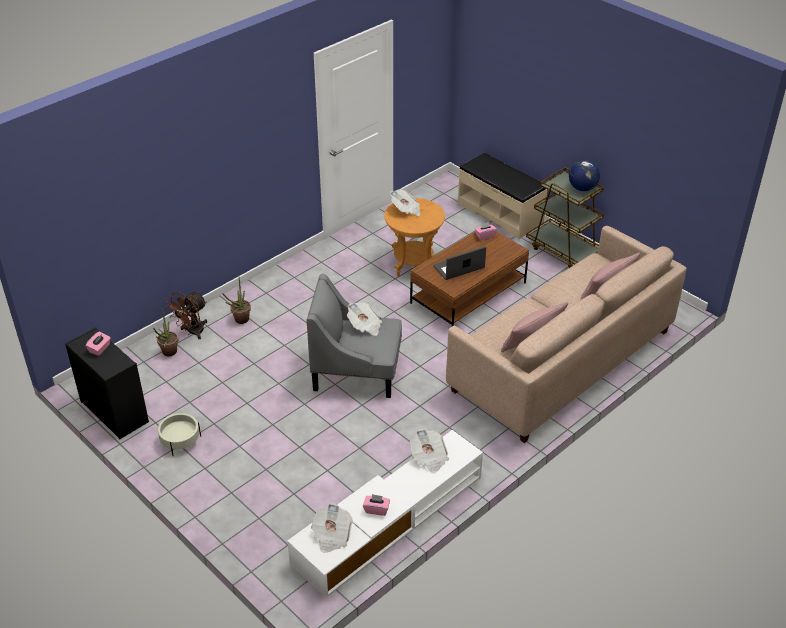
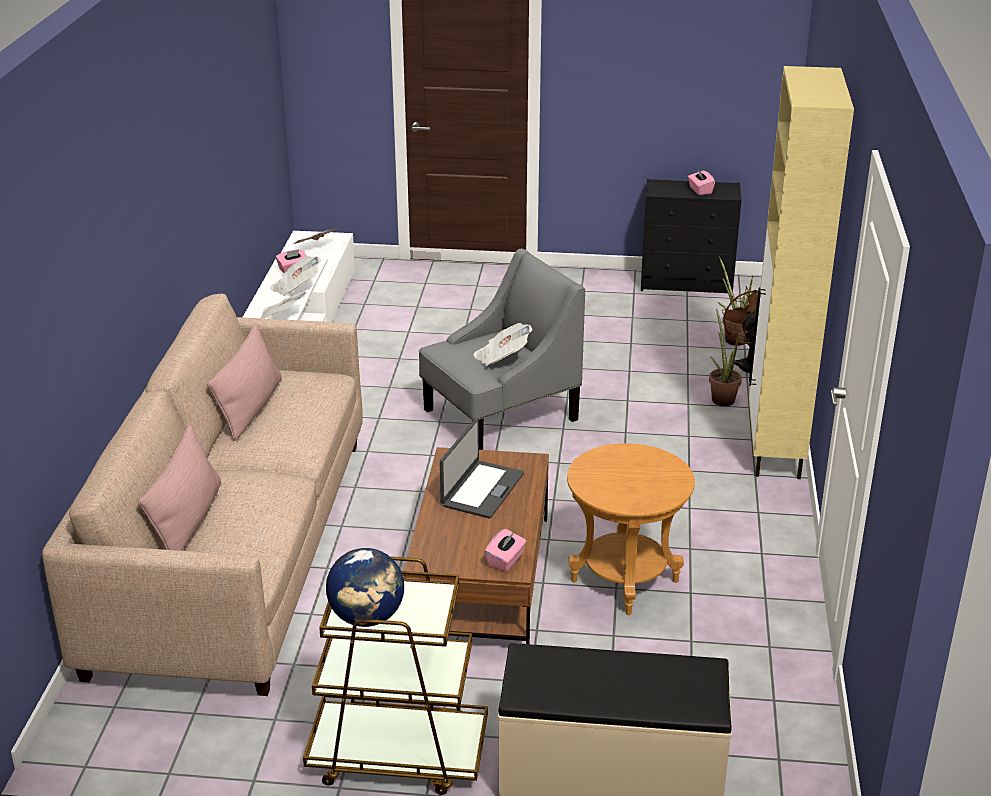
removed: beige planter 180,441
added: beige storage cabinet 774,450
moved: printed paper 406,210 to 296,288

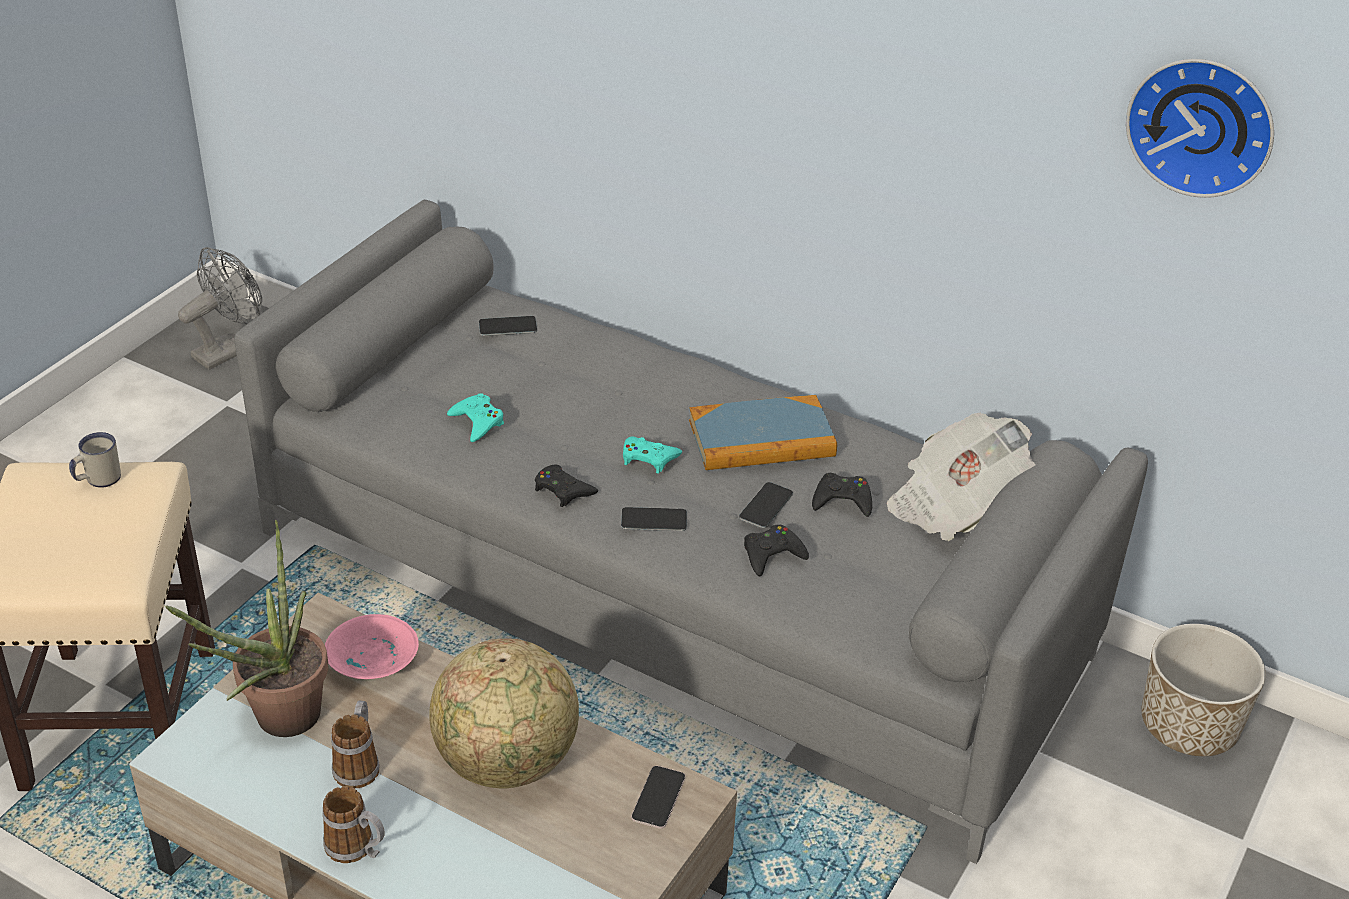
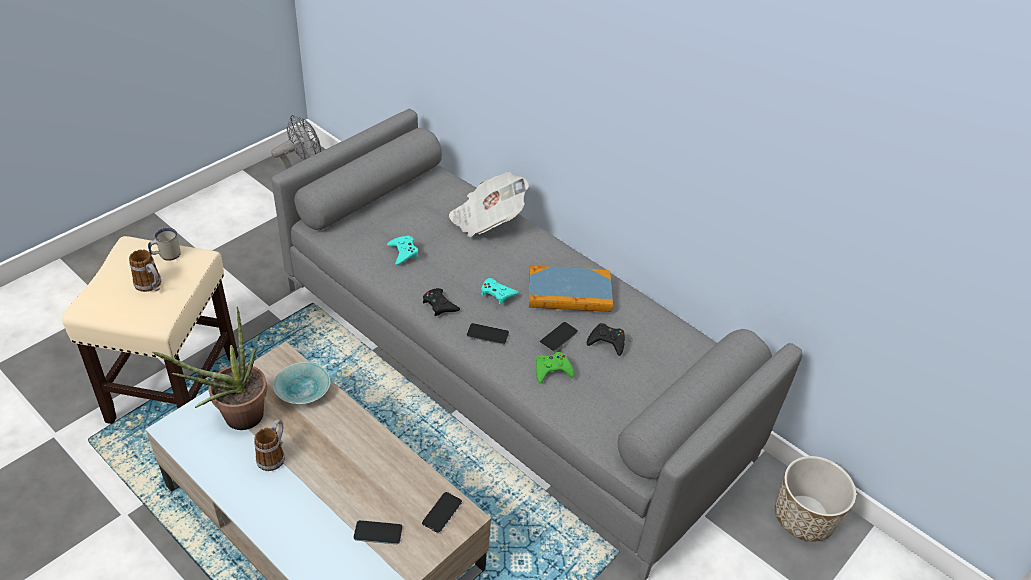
removed: desk globe 507,762; clock on the wall 1202,124
moved: mug 357,849 to 151,286; handset 508,327 to 378,532; printed paper 955,504 to 487,220
recoloured: pink serving bowl 370,660 to turquoise-coloured serving bowl 301,390; blackish game controller 772,555 to green-coloured game controller 552,370

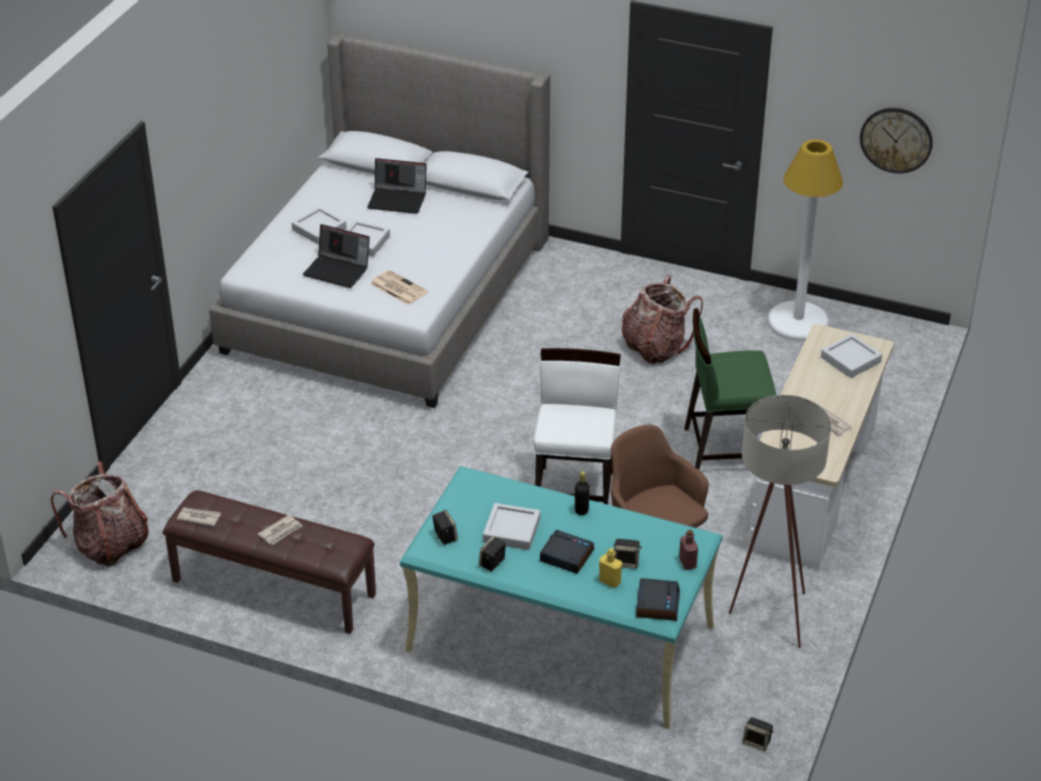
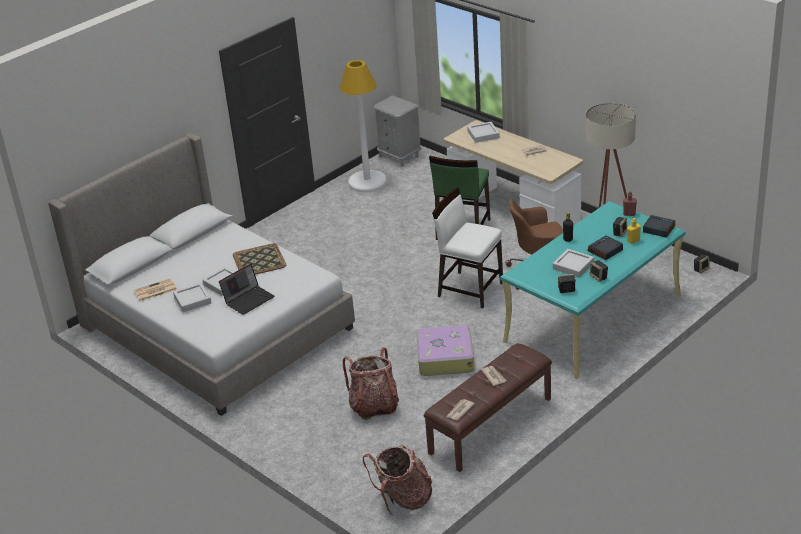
removed: notebook computer 398,200; clock on the wall 896,139
added: serving tray 260,260; grey nightstand 399,156; piece of luggage 444,358
moved: printed paper 397,288 to 155,291; rucksack 655,347 to 374,406

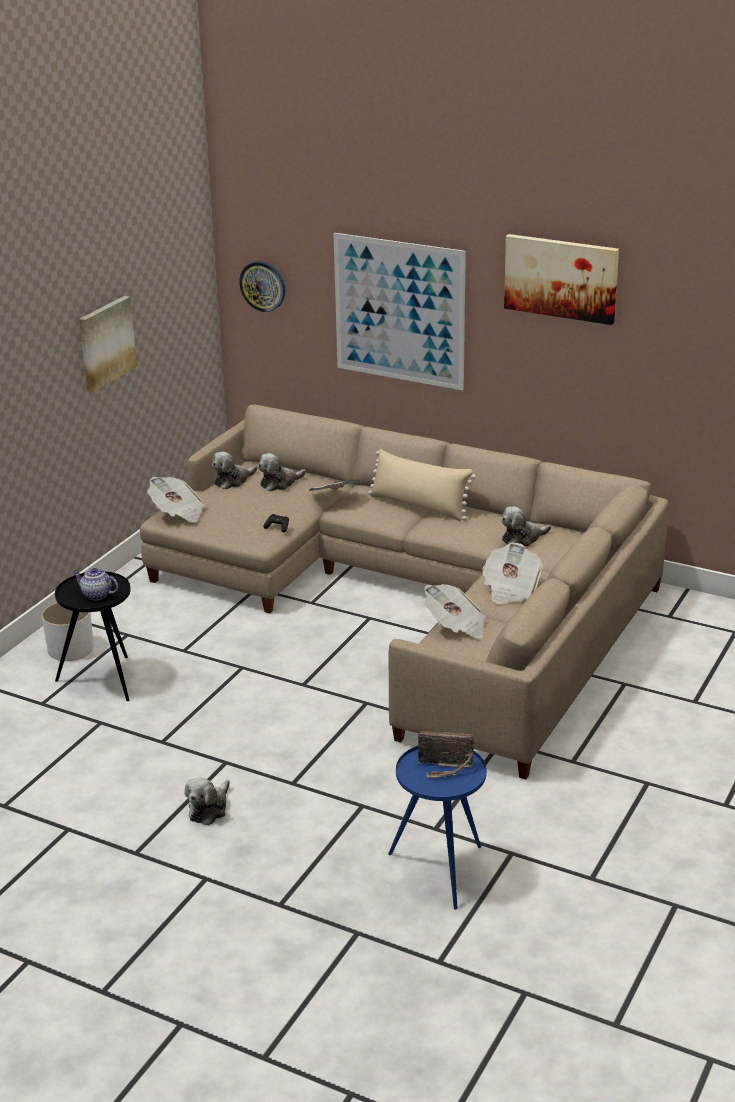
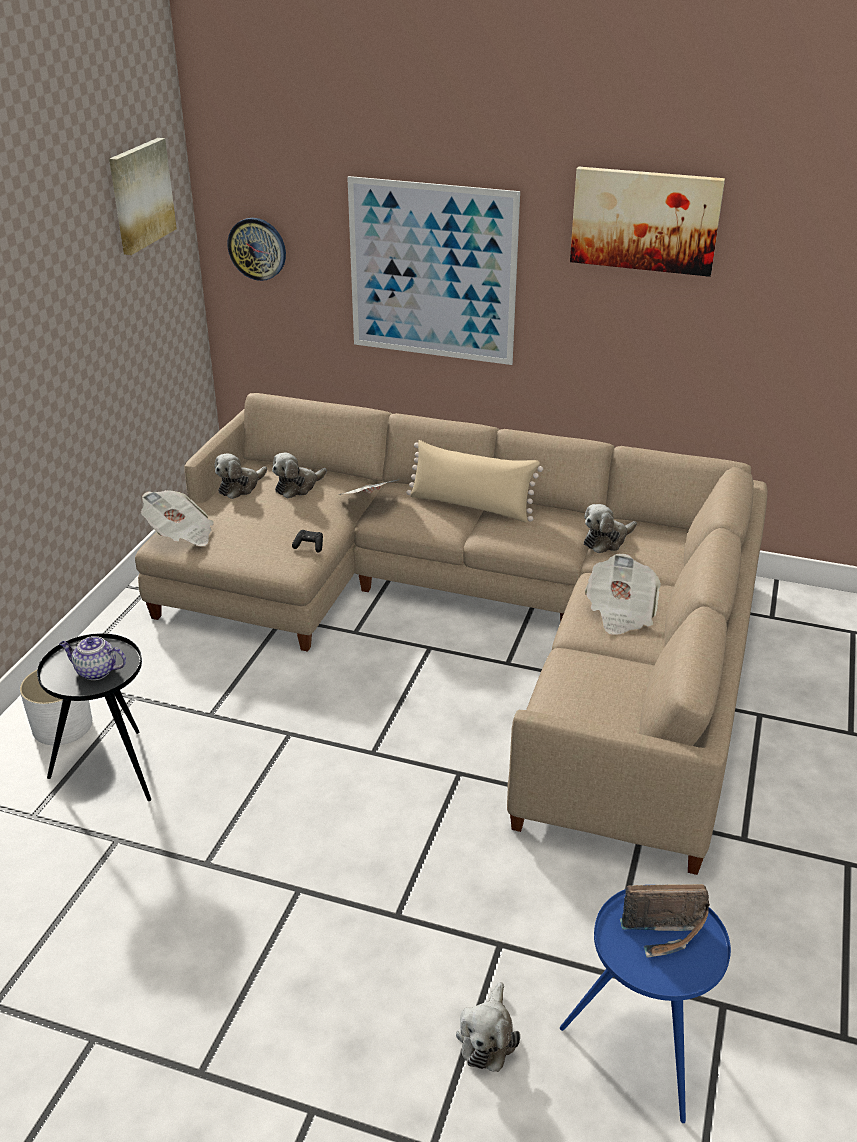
removed: printed paper 455,626
moved: picture 106,342 to 140,195; cuddly toy 209,808 to 487,1037

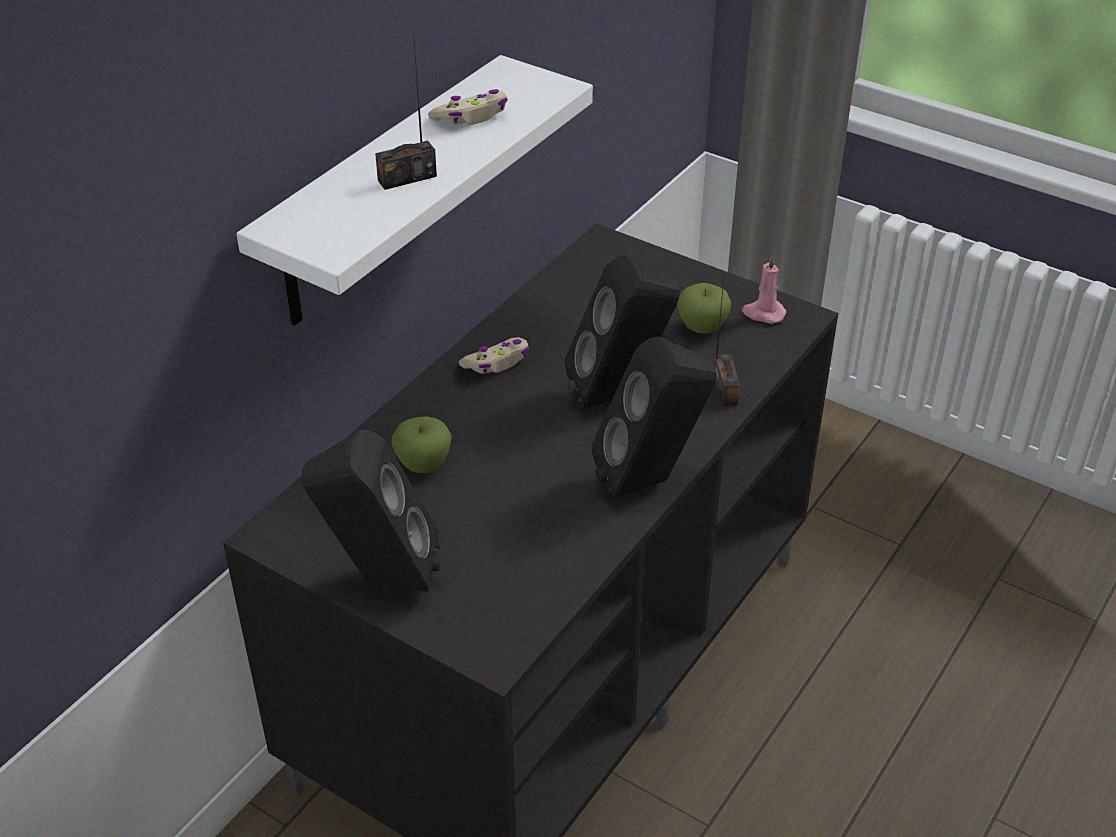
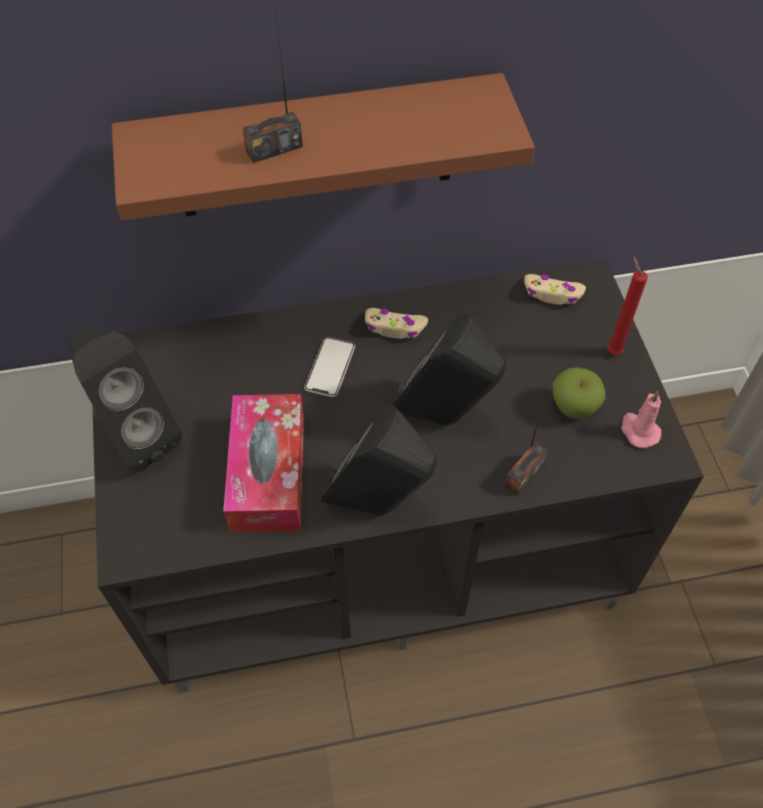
removed: apple 423,465
added: tissue holder 268,473; handset 330,368; reddish candle 612,350
moved: beige game controller 471,117 to 552,294
recoloured: white-coloured wall shelf 384,194 to brown wall shelf 315,148
turned: radio receiver 407,178 = 274,149 45 degrees counterclockwise

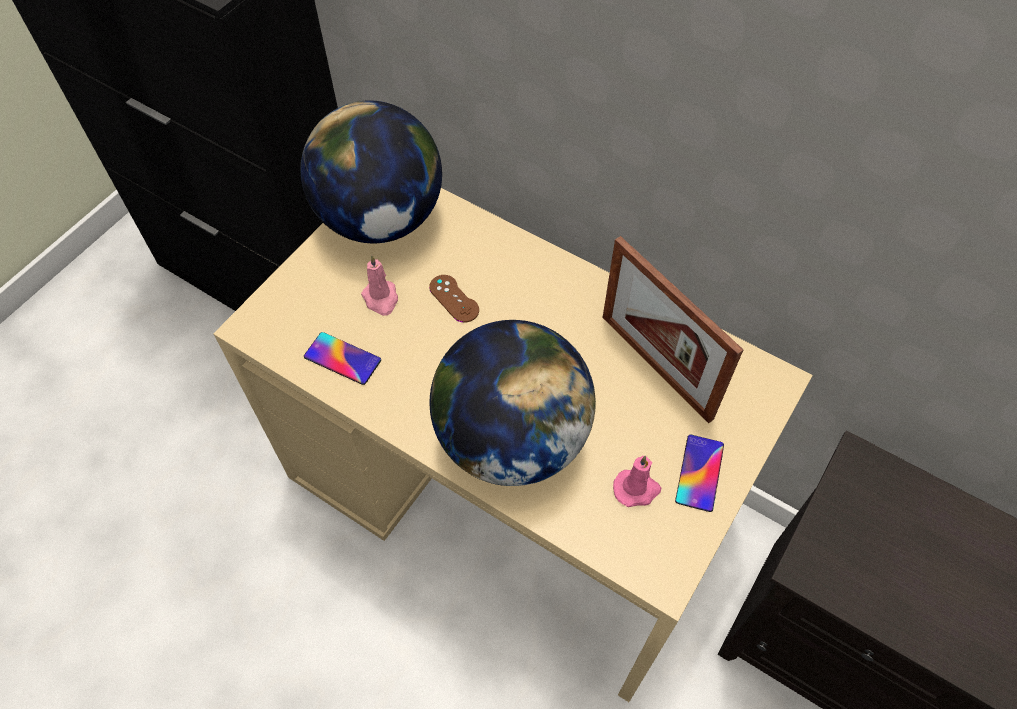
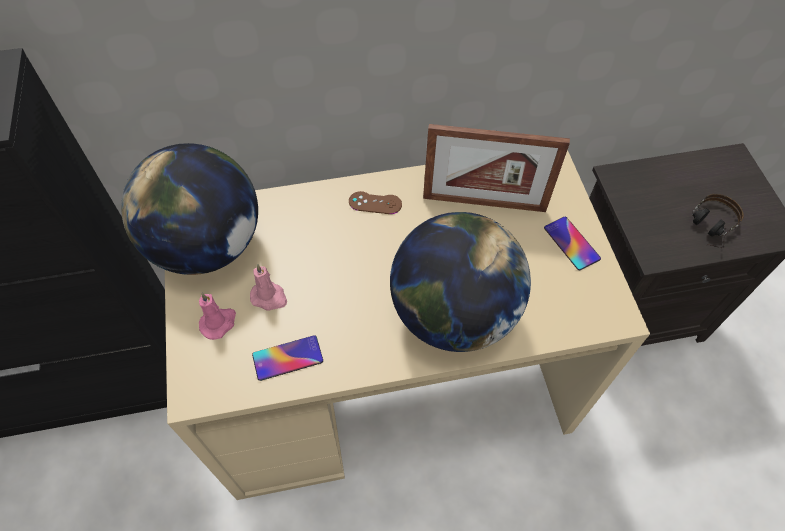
added: pair of headphones 708,229
moved: brown game controller 454,298 to 375,203; pink candle 637,489 to 219,323

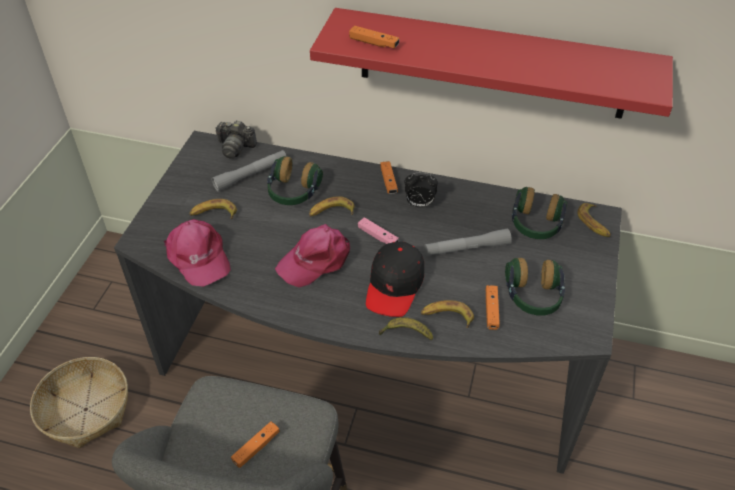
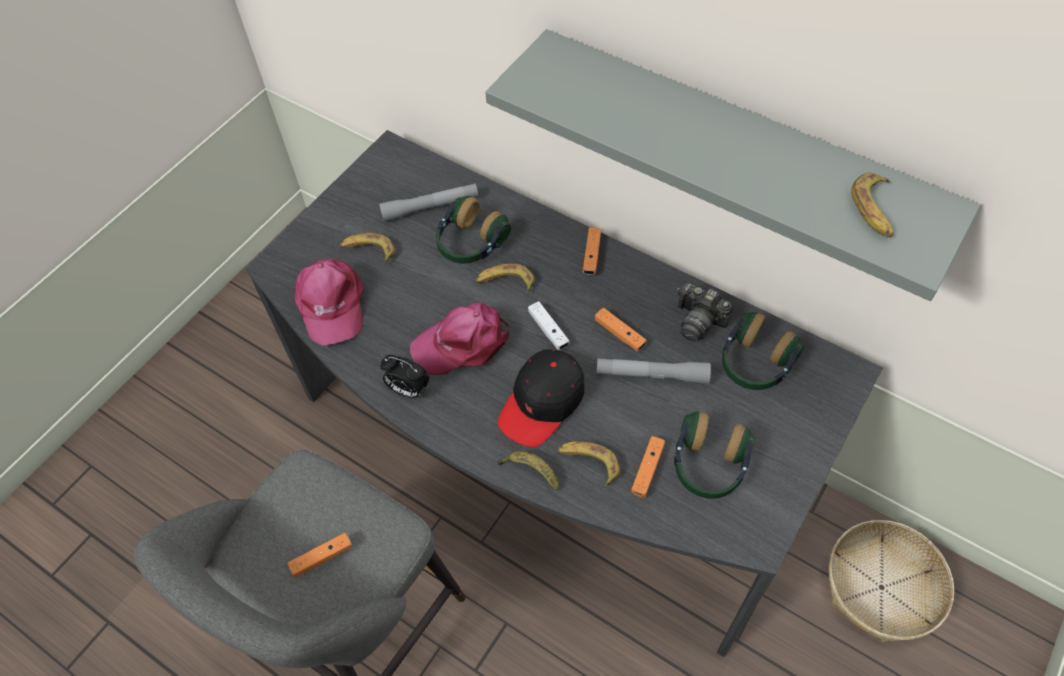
moved: household basket 86,409 to 881,587; photo camera 235,147 to 698,320; orange game controller 374,43 to 619,334; bedside clock 419,204 to 408,390; banana fruit 594,223 to 874,210
recoloured: reddish wall shelf 492,64 to grey wall shelf 736,148; pink game controller 377,236 to white-coloured game controller 548,330

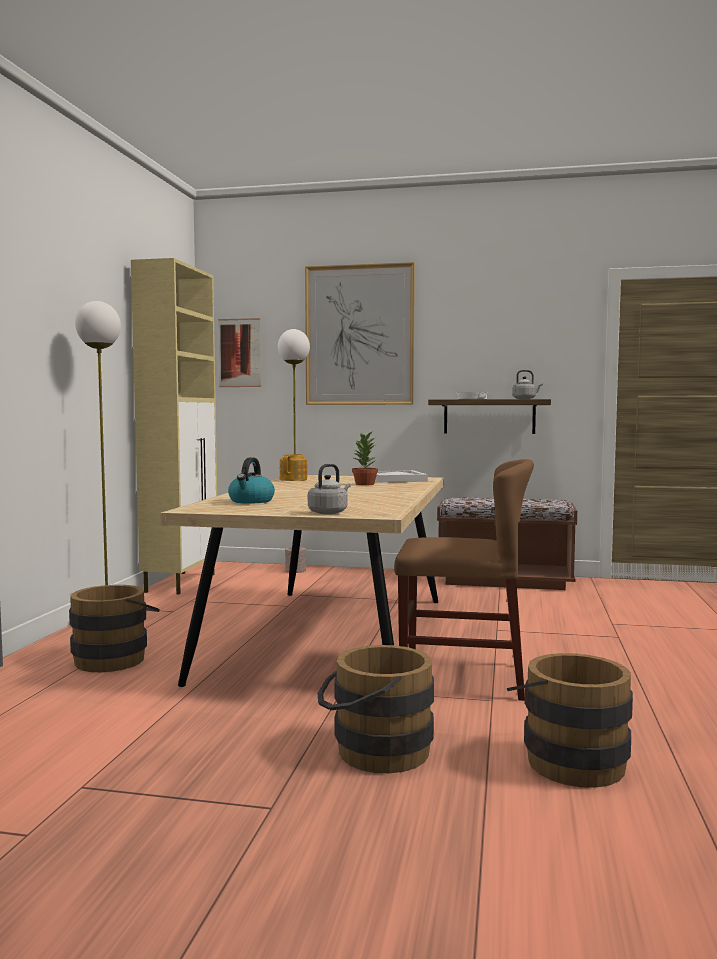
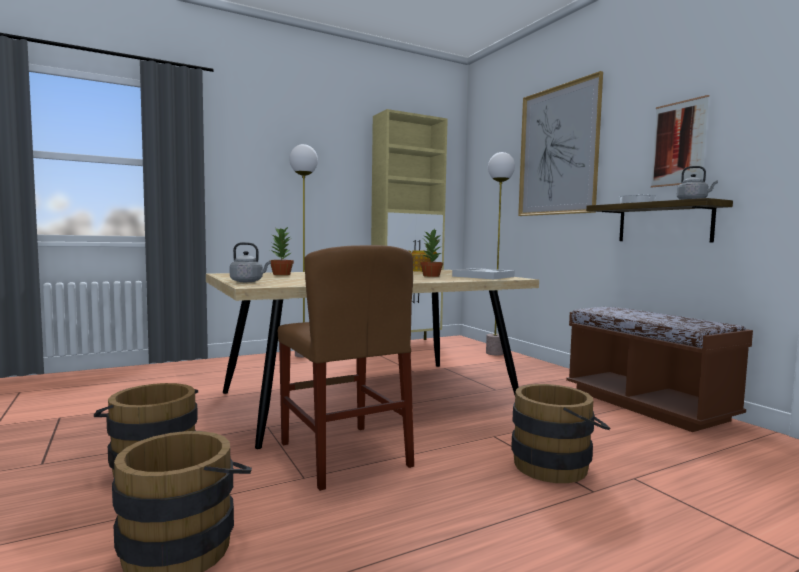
moved: brown pail 115,658 to 557,465; picture 239,353 to 679,143
replaced: tea kettle 251,501 to potted plant 281,274

